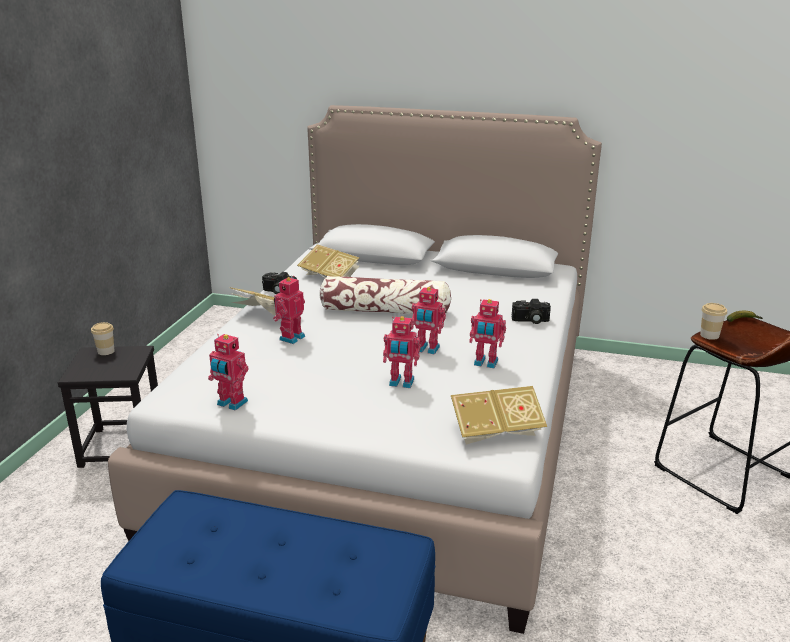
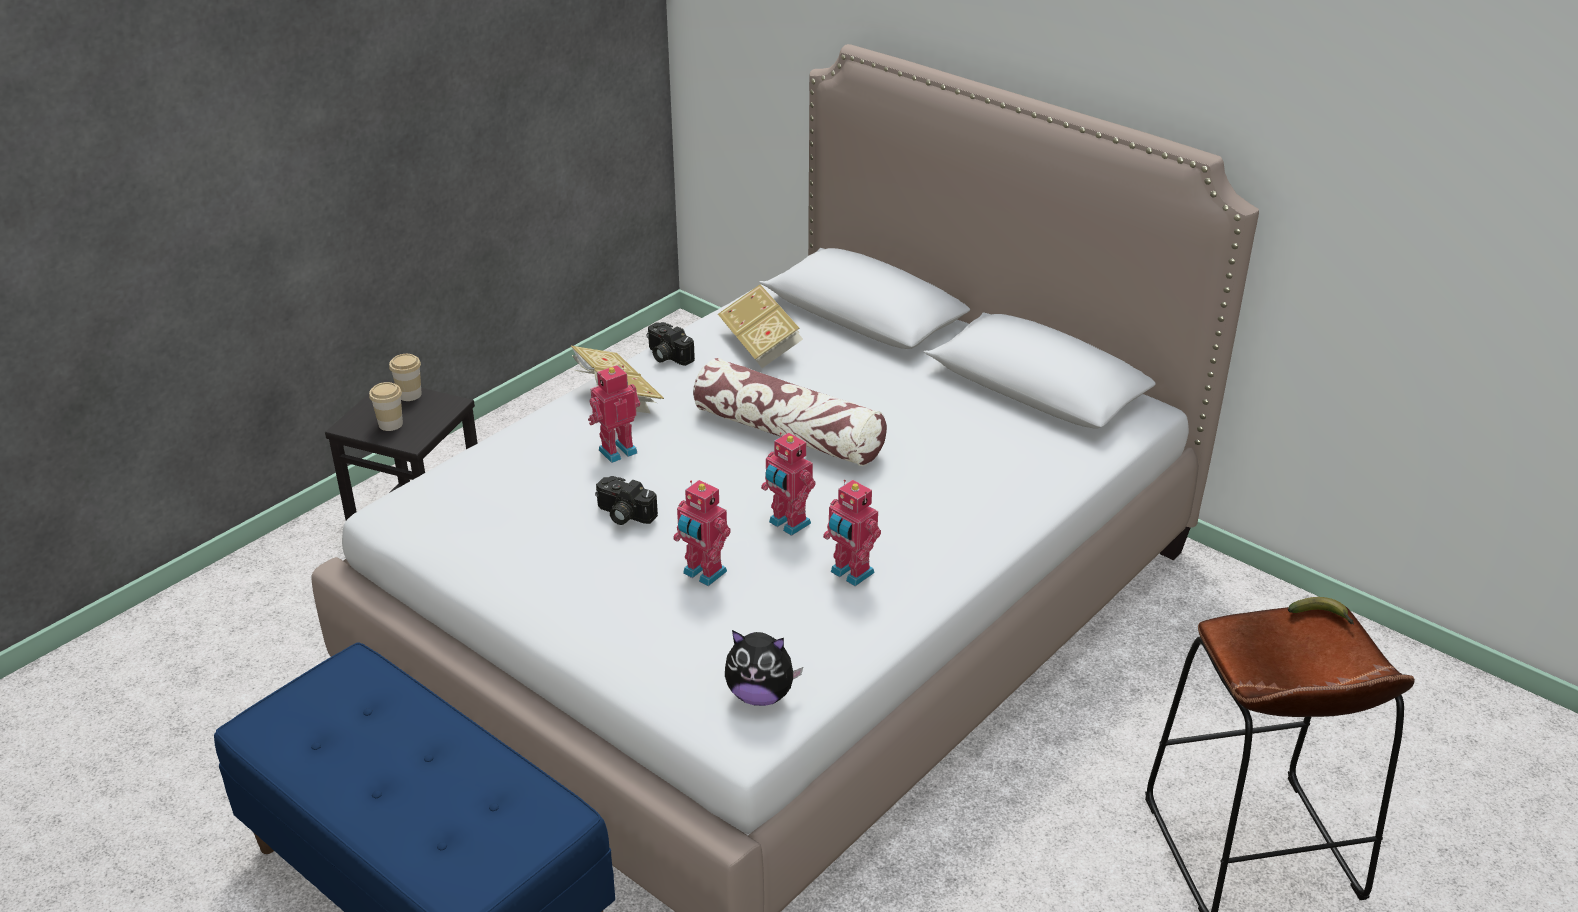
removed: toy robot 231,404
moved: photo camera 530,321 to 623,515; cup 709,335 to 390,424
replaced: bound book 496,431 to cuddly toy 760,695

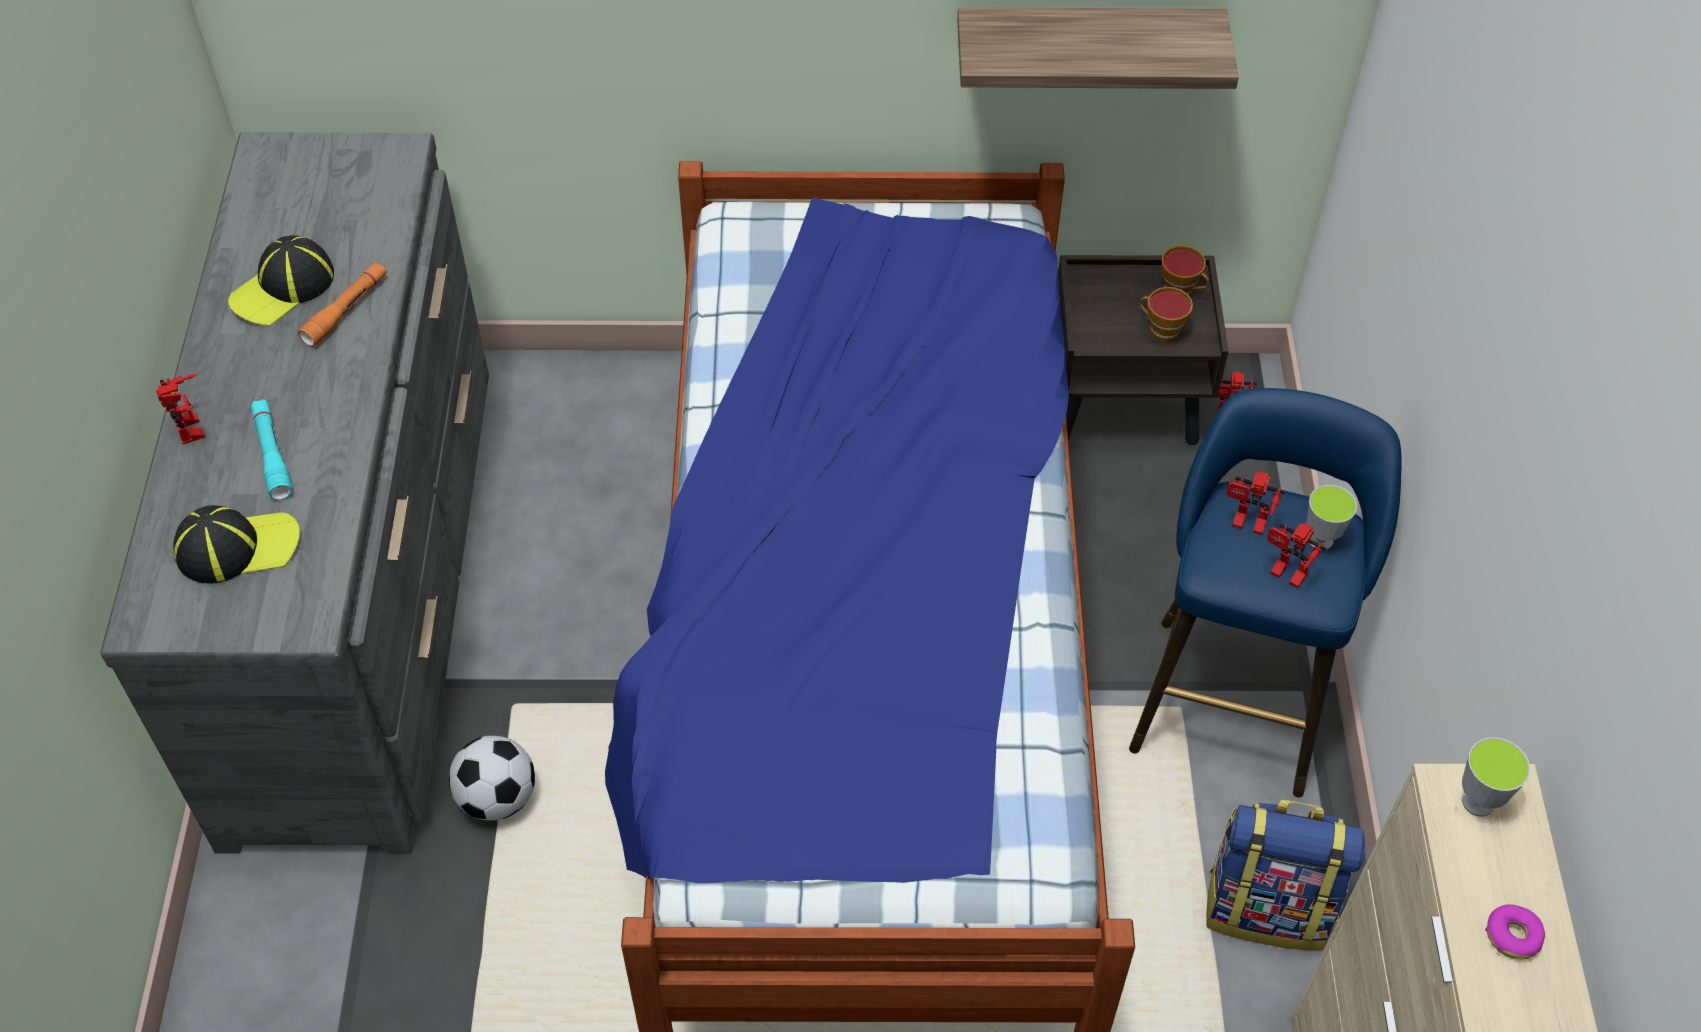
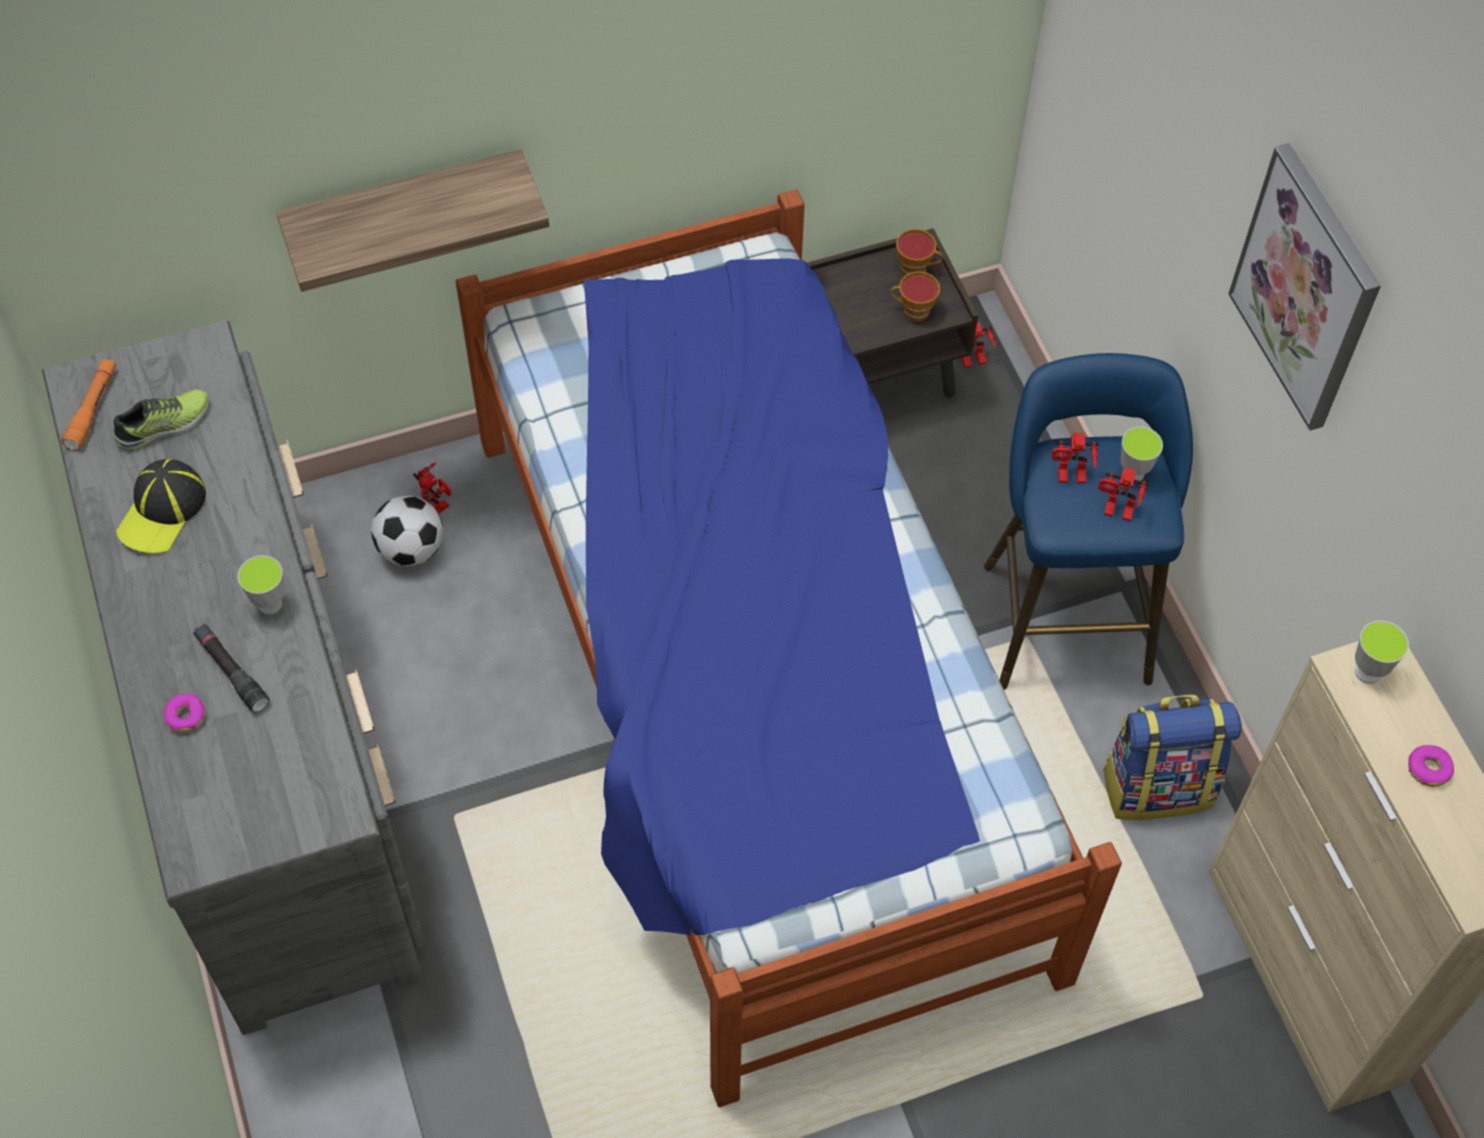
removed: peaked cap 237,547
added: shoe 164,426; ring doughnut 186,716; cup 270,604; picture 1306,288
moved: toy robot 195,430 to 439,502; orange hand torch 346,310 to 92,409; football ball 497,798 to 411,549; wall shelf 1087,44 to 405,208
recoloured: turquoise-coloured hand torch 272,455 to blackish hand torch 232,672

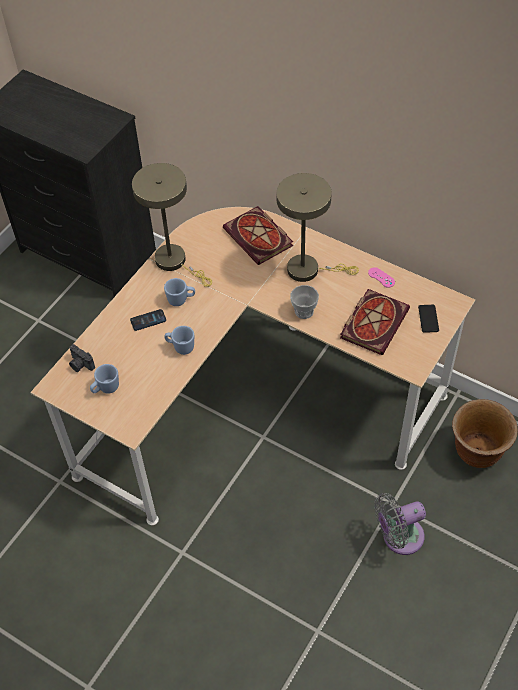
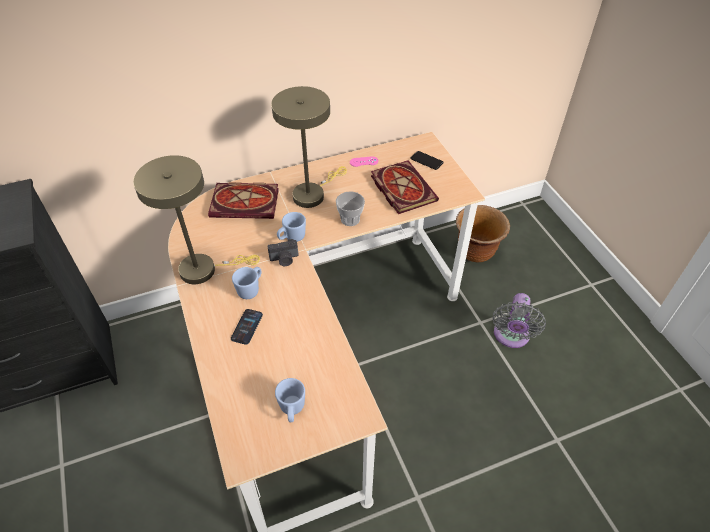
moved: photo camera 80,365 to 284,259; bluish mug 180,347 to 292,238

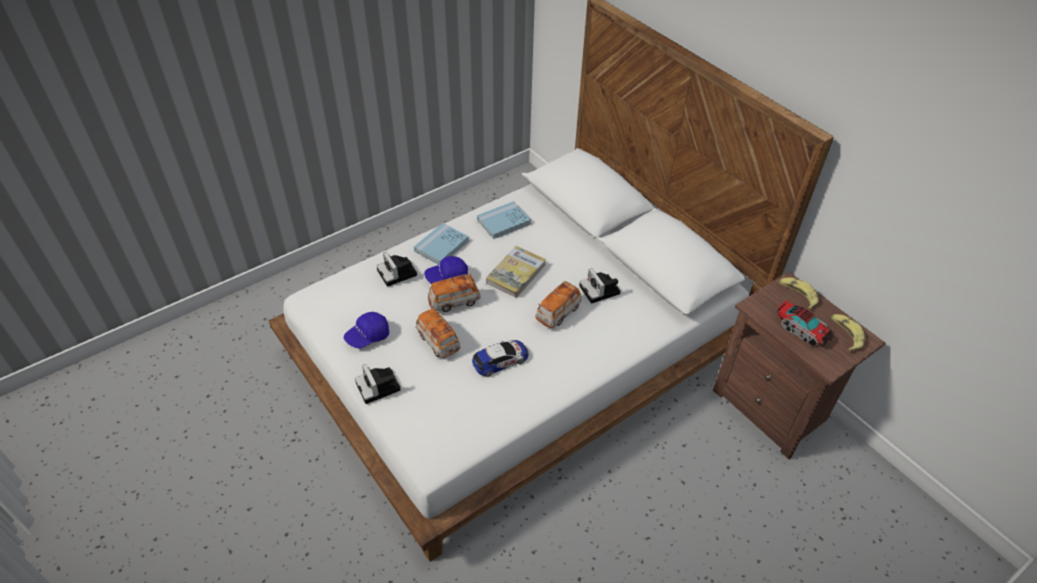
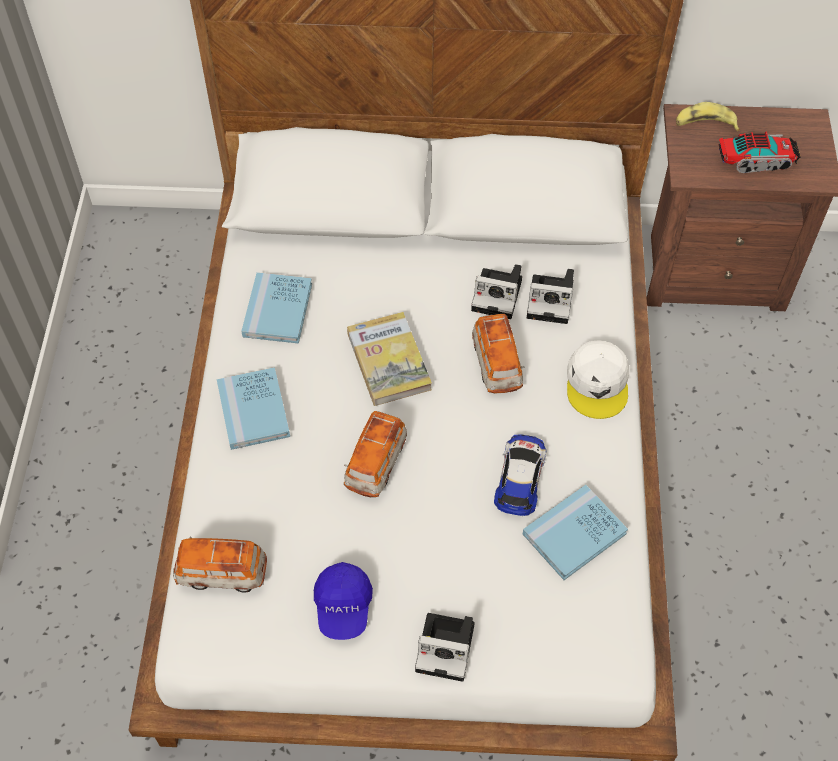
removed: bluish peaked cap 447,278; banana fruit 845,334
added: bluish bound book 574,534; white-coloured peaked cap 597,383
moved: photo camera 398,273 to 552,300; model car 438,341 to 221,573

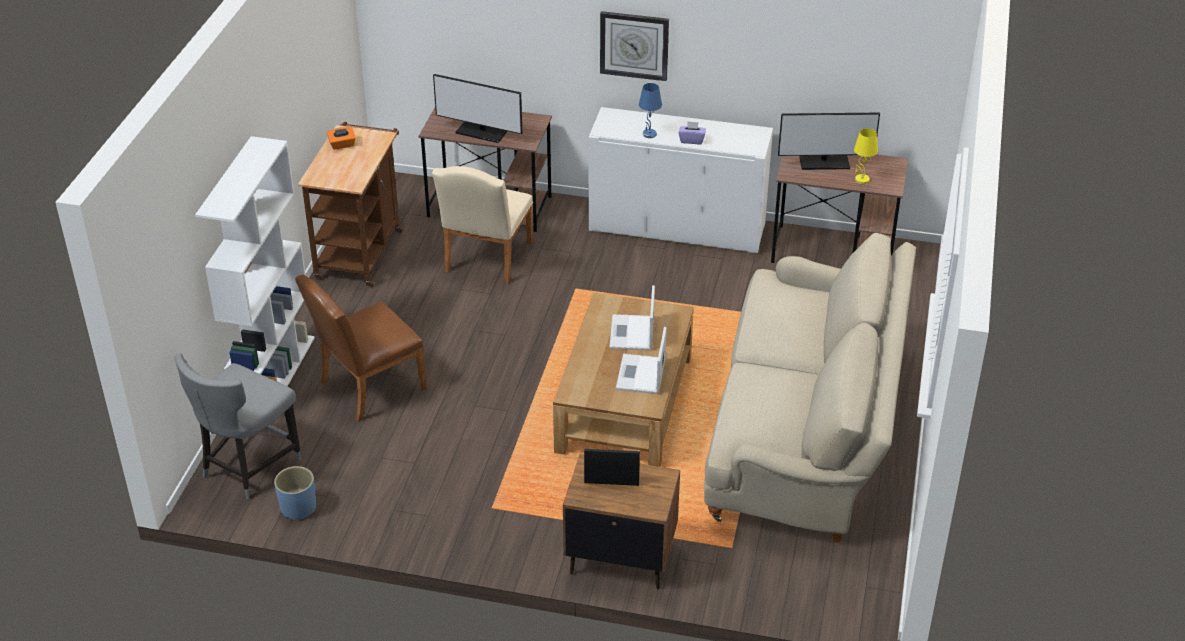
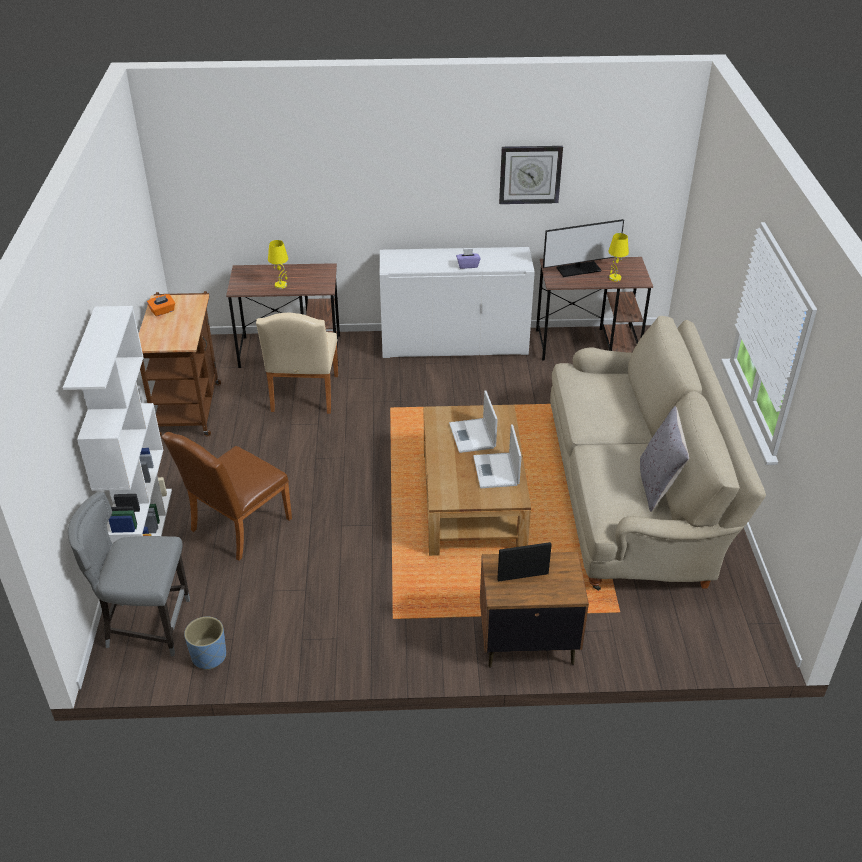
removed: bluish table lamp 649,134
added: grey throw pillow 658,484
moved: clock on the wall 634,45 to 530,174
replaced: computer display 481,132 to yellow-coloured table lamp 281,285
turned: grey plain chair 248,467 = 146,625 75 degrees clockwise

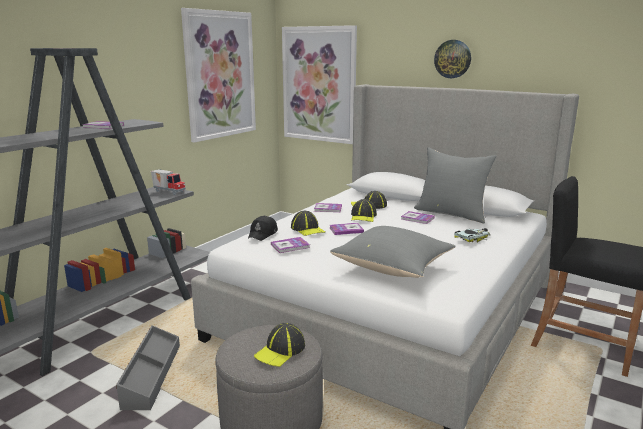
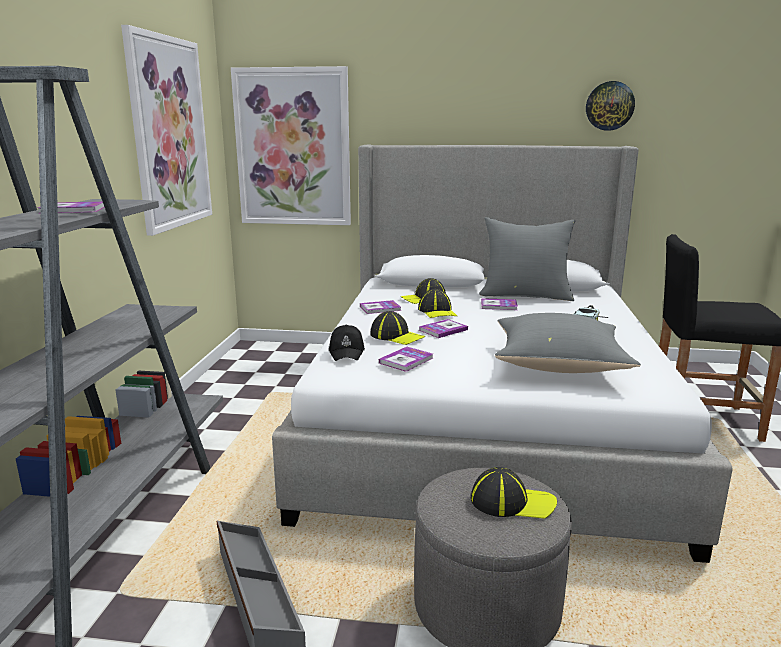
removed: toy truck 169,191
moved: clock on the wall 452,59 to 609,106
turned: peaked cap 280,351 = 512,502 90 degrees counterclockwise

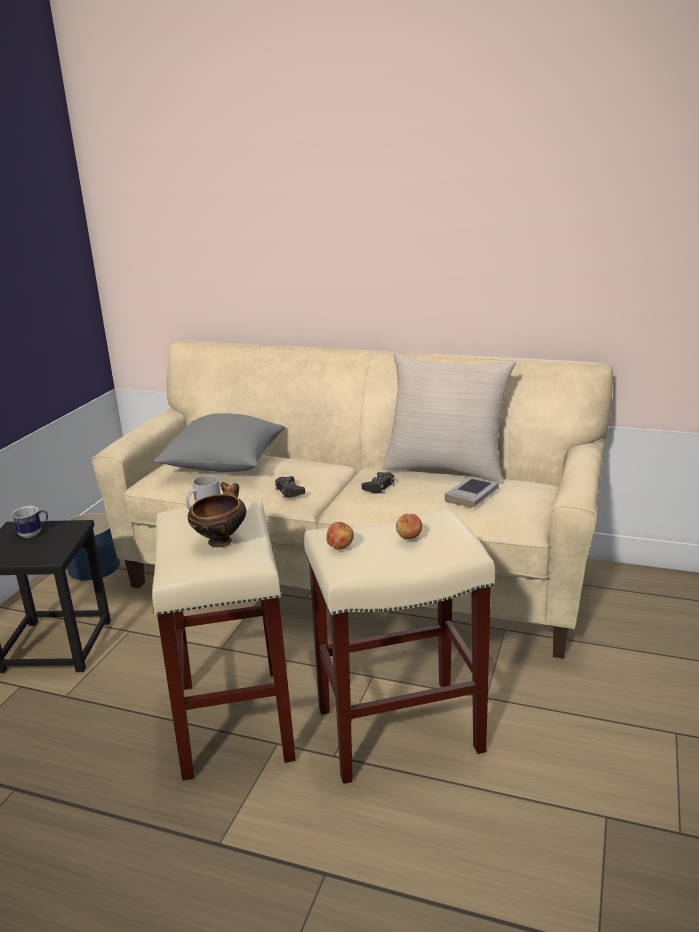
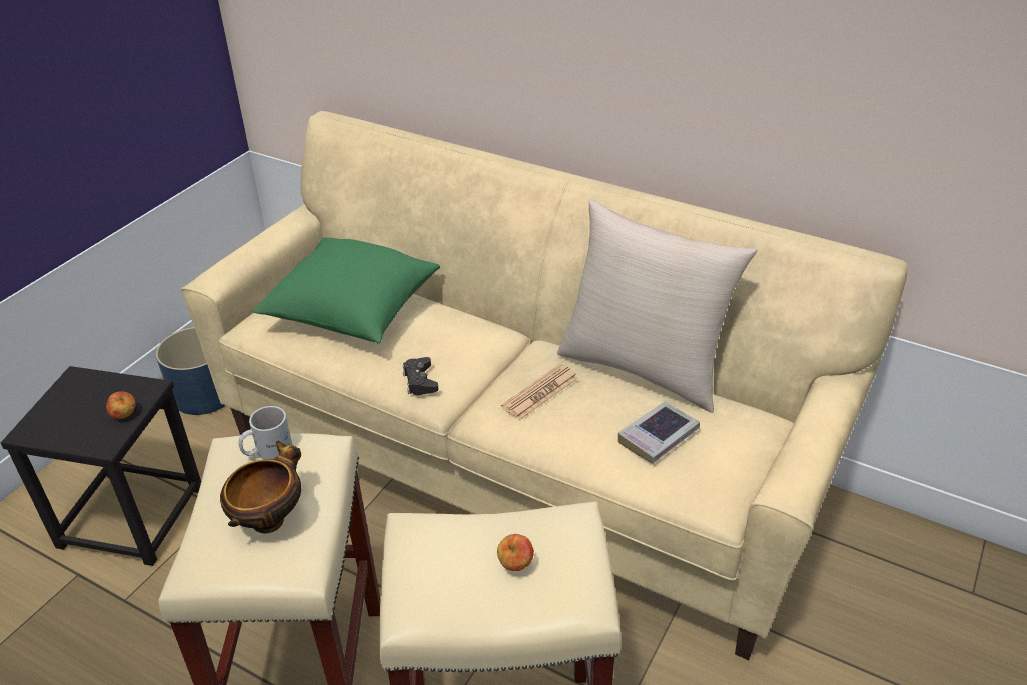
removed: mug 34,533
moved: apple 340,547 to 124,415
replaced: blackish game controller 379,486 to printed paper 540,392
recoloured: grey throw pillow 223,464 to green-coloured throw pillow 352,312

